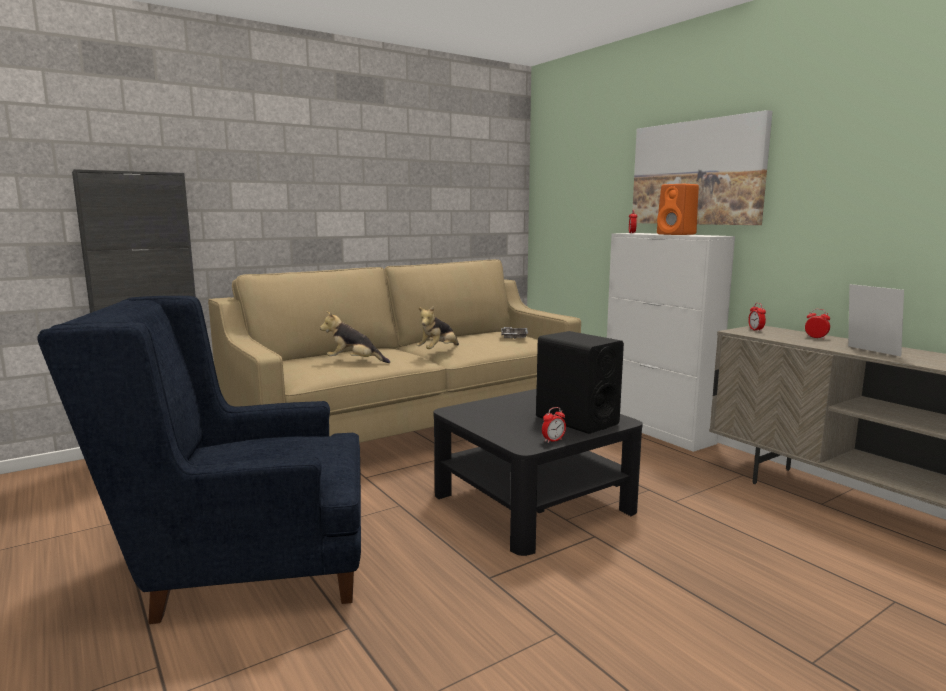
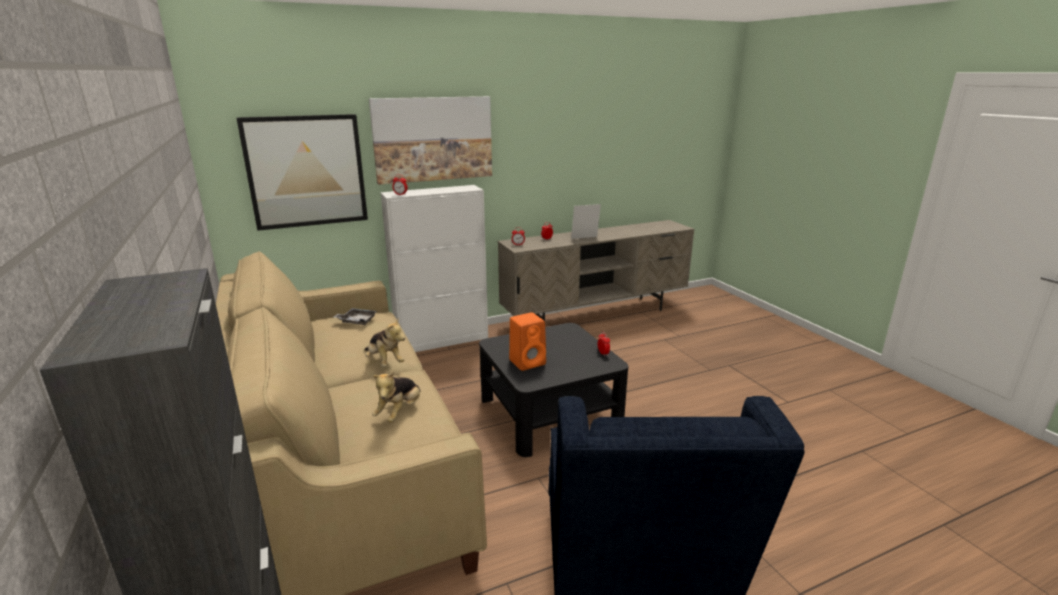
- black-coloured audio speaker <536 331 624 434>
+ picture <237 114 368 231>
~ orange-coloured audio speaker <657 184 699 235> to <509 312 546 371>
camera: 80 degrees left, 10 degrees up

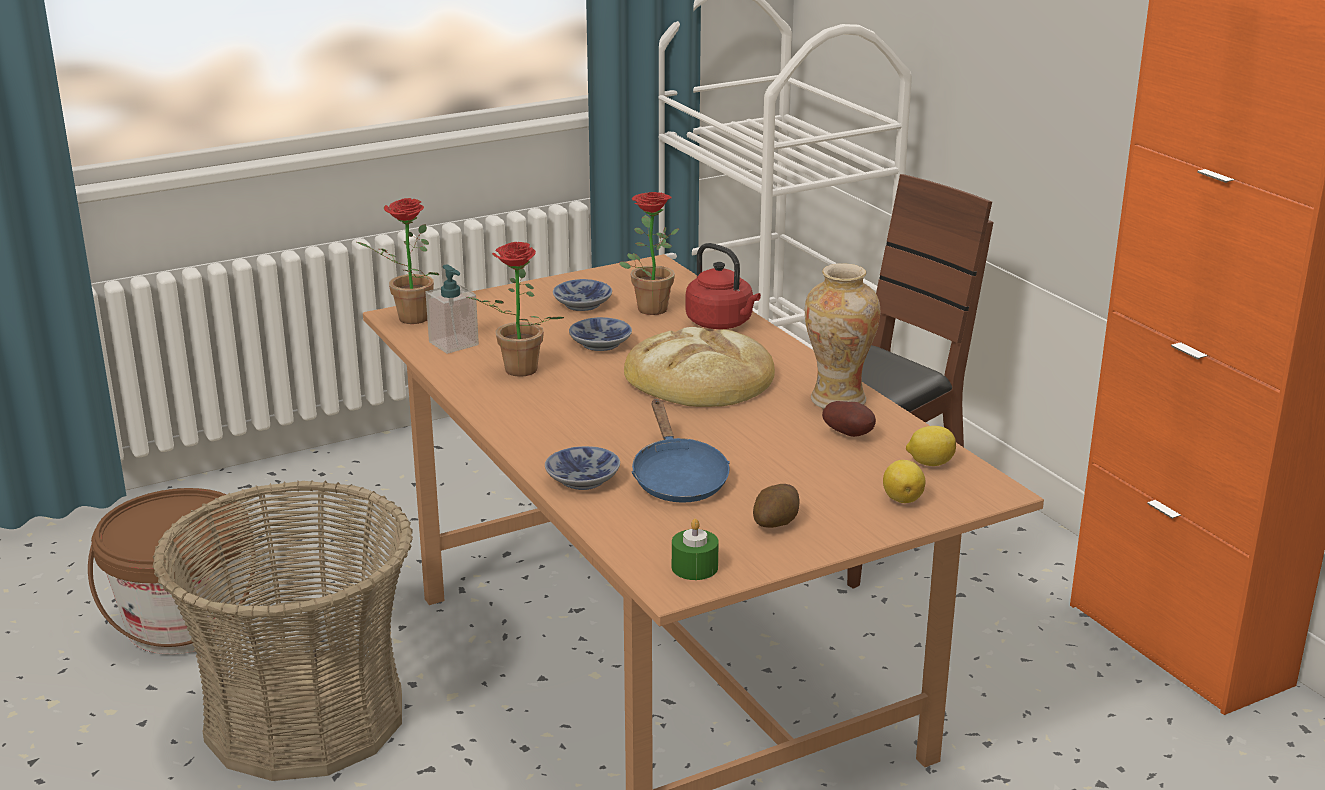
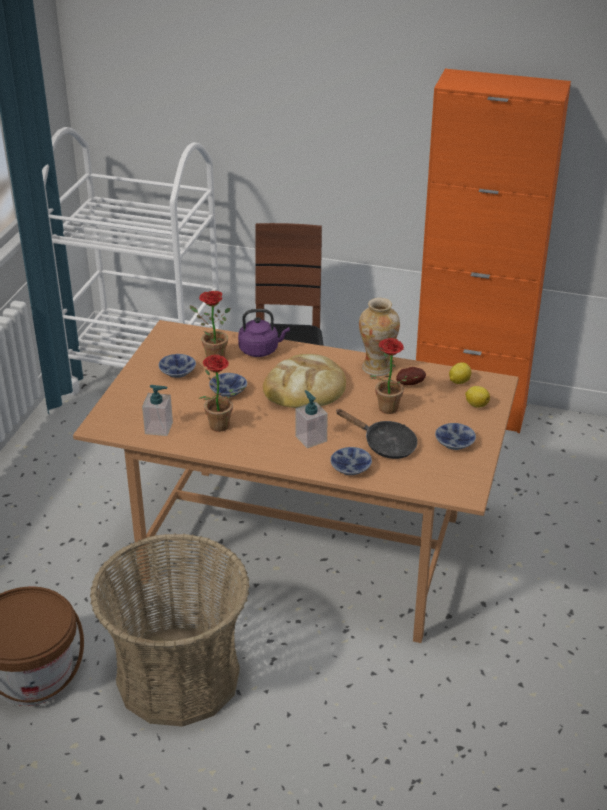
- greenish wax light <672 519 719 580>
+ soap dispenser <295 390 328 448>
~ houseplant <357 198 439 324> to <369 338 418 414>
~ potato <753 484 799 528> to bowl <435 423 476 450>
~ blue-coloured frying pan <632 399 730 503> to black-coloured frying pan <337 409 418 459>
~ red-coloured water kettle <686 243 761 329> to purplish water kettle <238 309 290 357>
camera: 45 degrees left, 10 degrees up

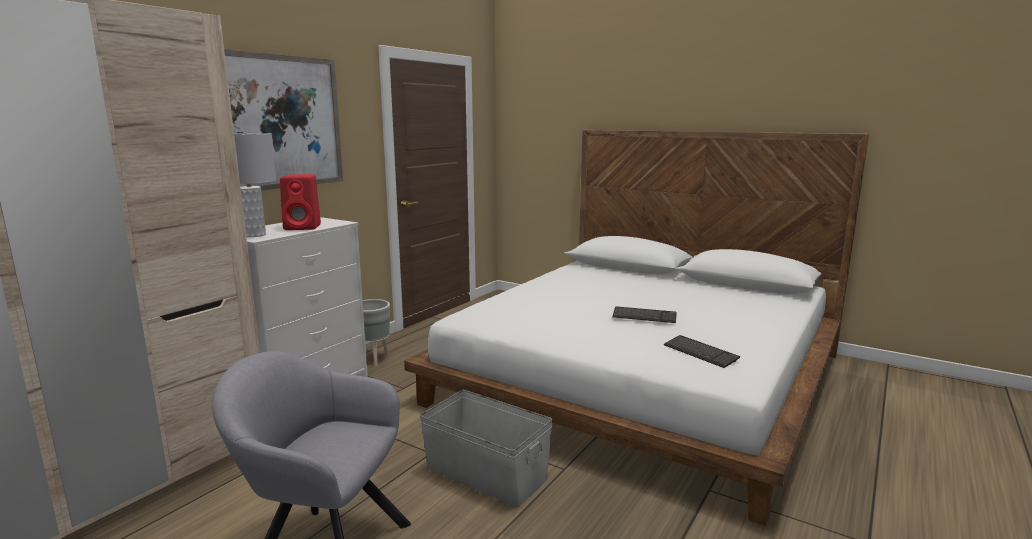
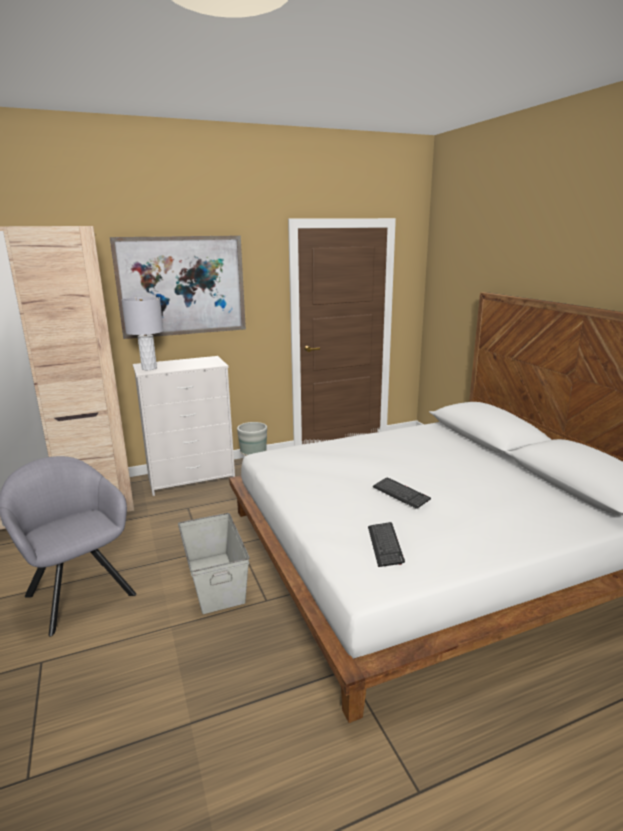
- red-coloured audio speaker <280 174 321 230>
camera: 35 degrees right, 5 degrees up

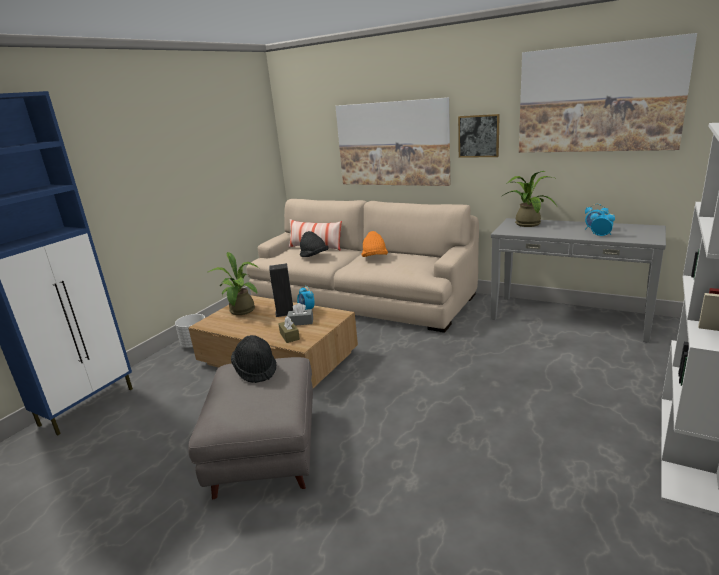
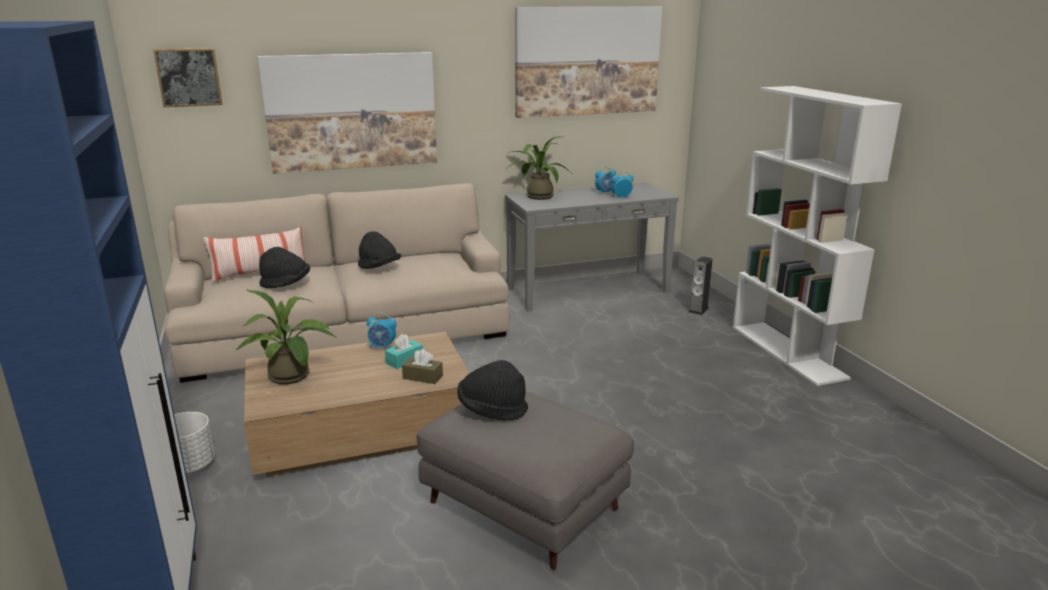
~ audio speaker <269 263 293 317> to <688 256 713 315>
~ picture <458 114 500 158> to <153 48 223 107>
~ gray tissue holder <287 303 313 326> to turquoise tissue holder <385 334 423 369>
~ orange-coloured hat <362 231 388 257> to black-coloured hat <358 231 401 269>
camera: 50 degrees left, 0 degrees up

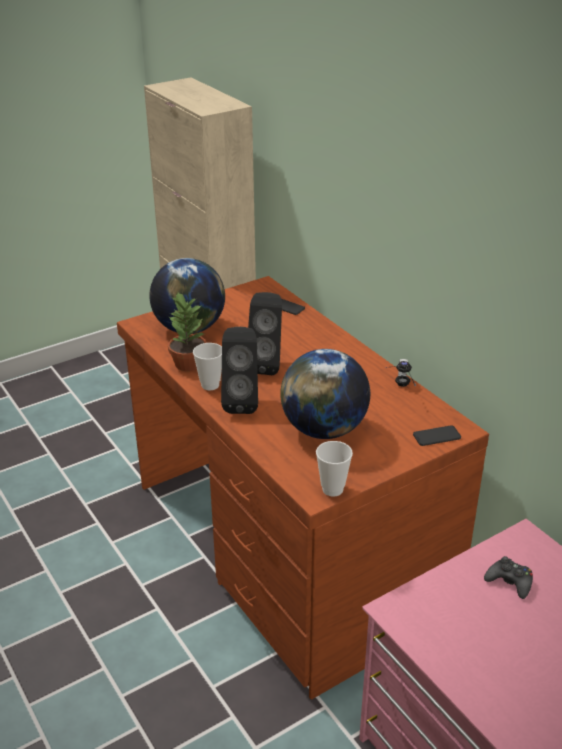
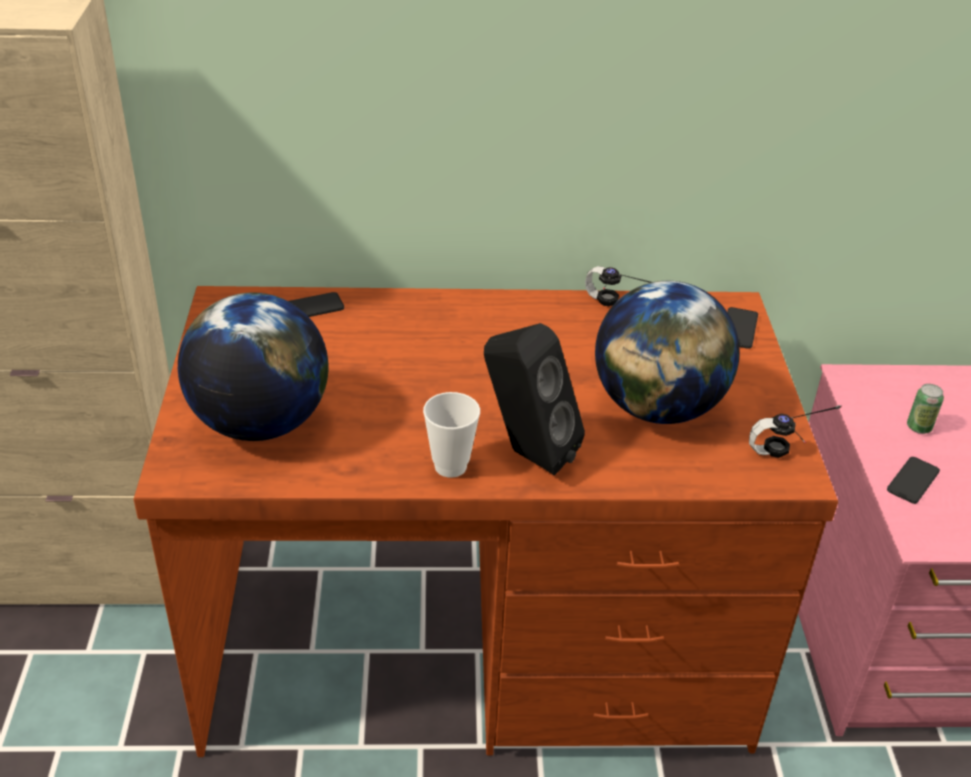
- houseplant <168 292 207 371>
- black-coloured audio speaker <248 292 282 375>
+ phone <887 457 940 504>
~ small cup <316 441 353 497> to headphones <749 405 842 458>
~ black-coloured gamepad <484 556 533 599> to metal can <907 384 944 434>
camera: 60 degrees left, 5 degrees up

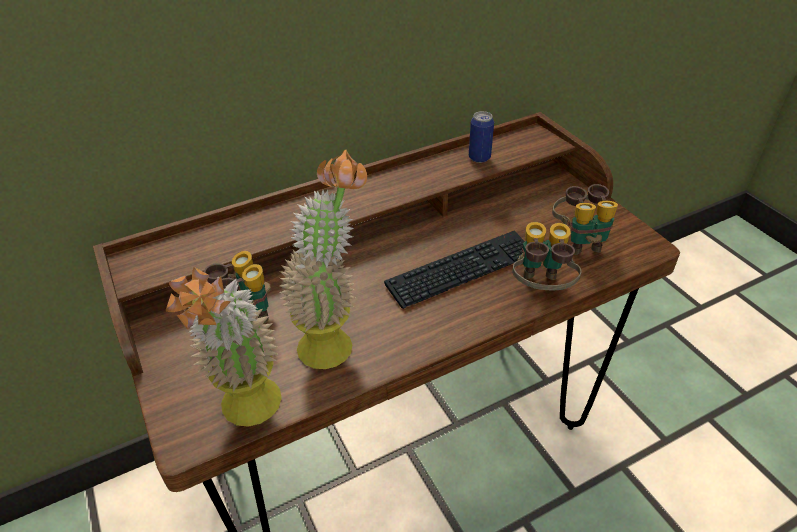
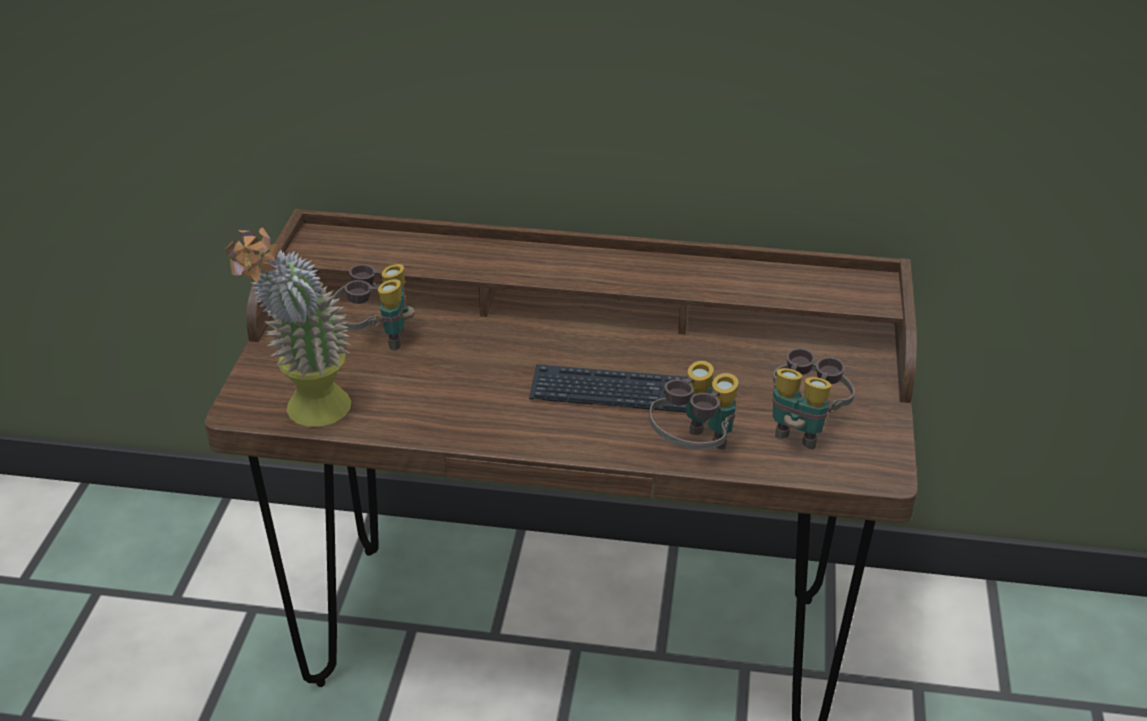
- houseplant <279 150 367 369>
- metal can <469 111 494 163>
camera: 35 degrees right, 5 degrees down

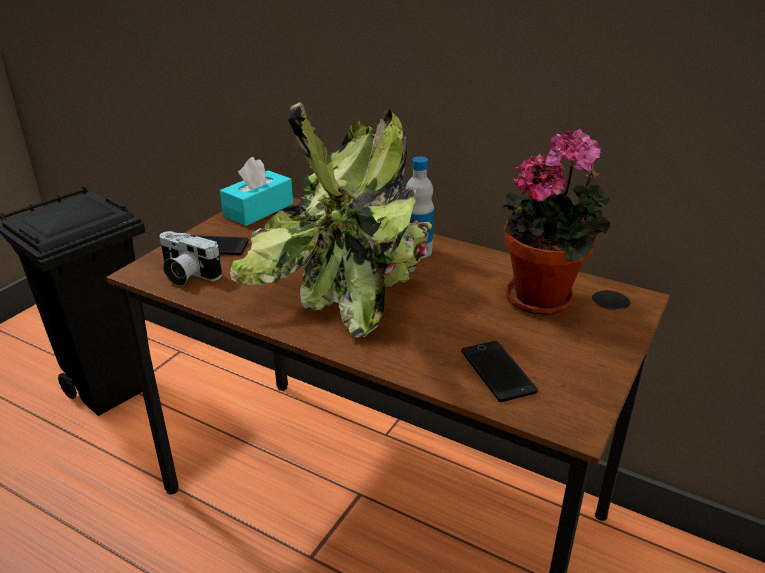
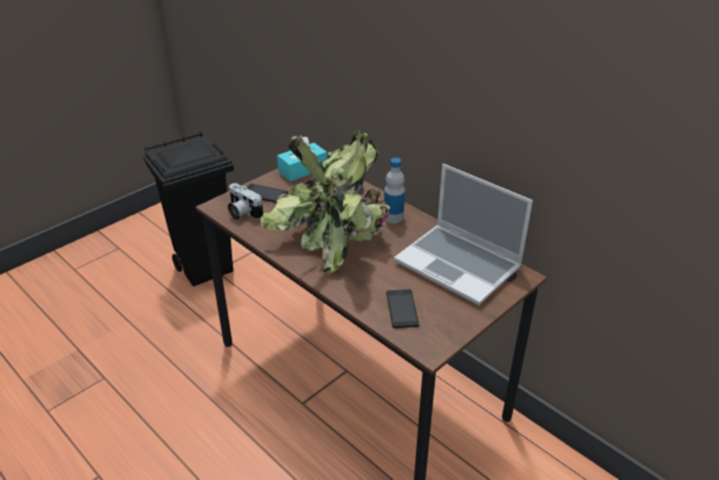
~ houseplant <502 129 610 315> to notebook computer <394 164 533 305>
camera: 15 degrees right, 5 degrees up

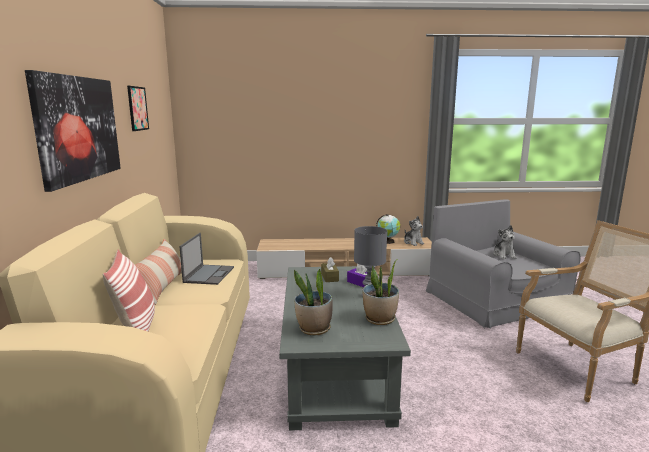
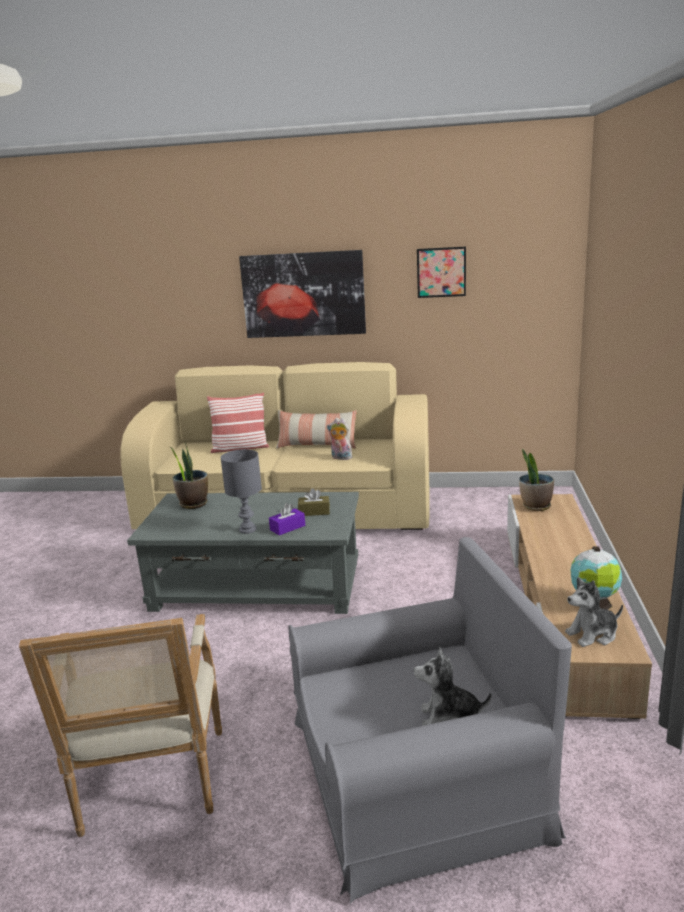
~ houseplant <362 259 399 325> to <519 449 554 511>
~ notebook computer <179 233 234 285> to soft toy <327 418 353 460>
camera: 100 degrees right, 5 degrees up

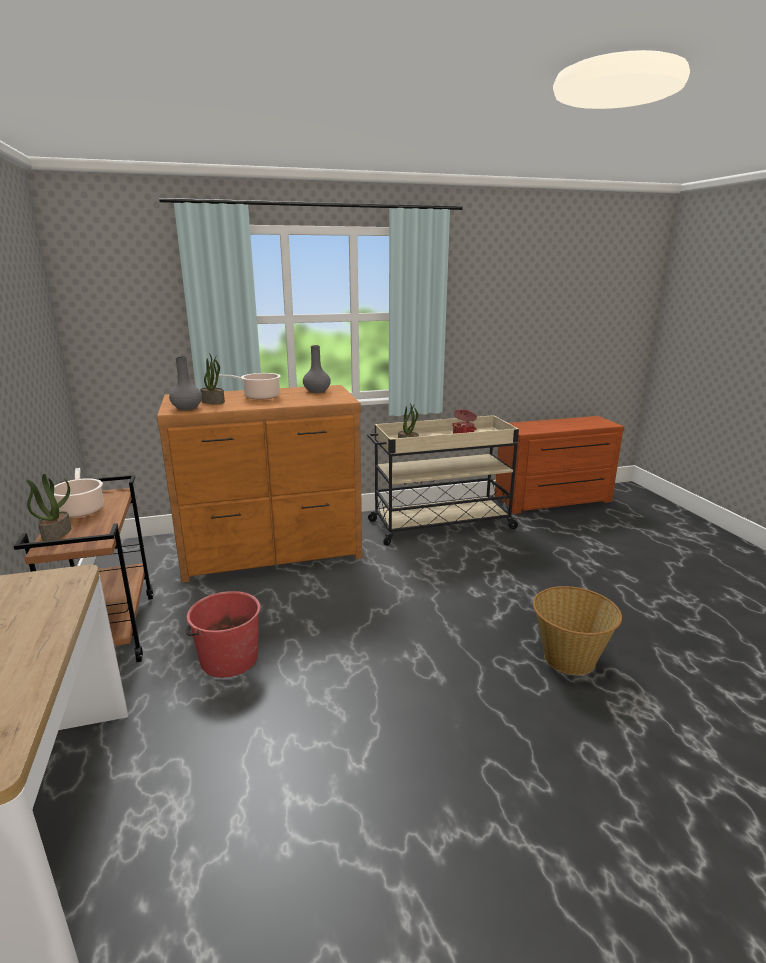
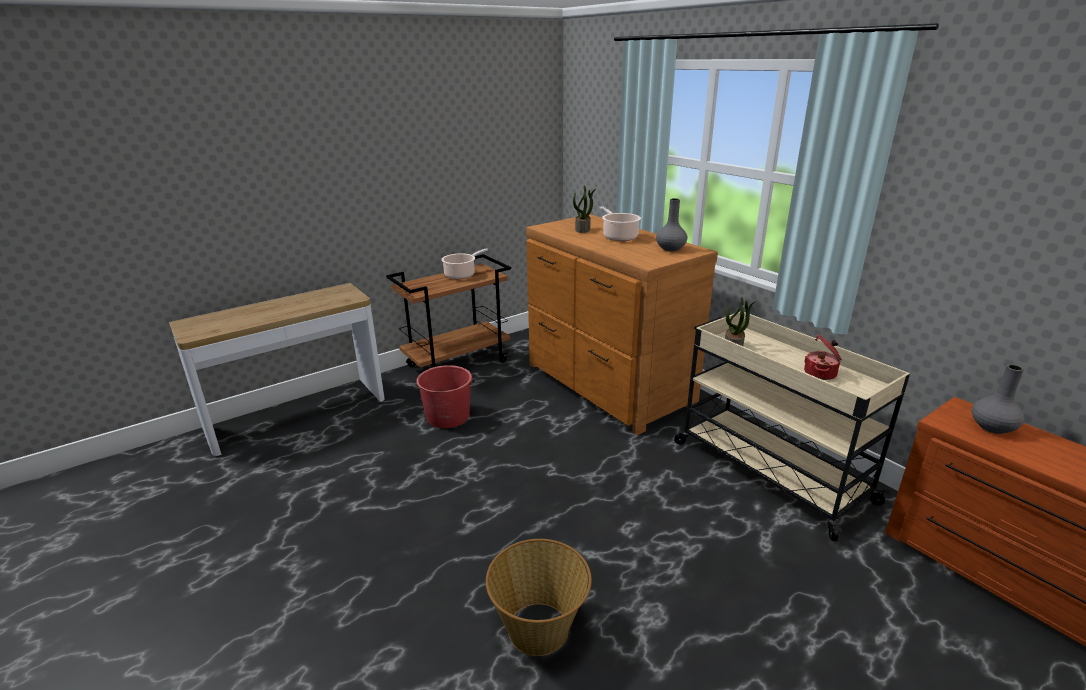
- houseplant <26 474 71 541>
~ gray decorative vase <169 356 202 410> to <972 364 1024 434>
camera: 70 degrees right, 5 degrees up

